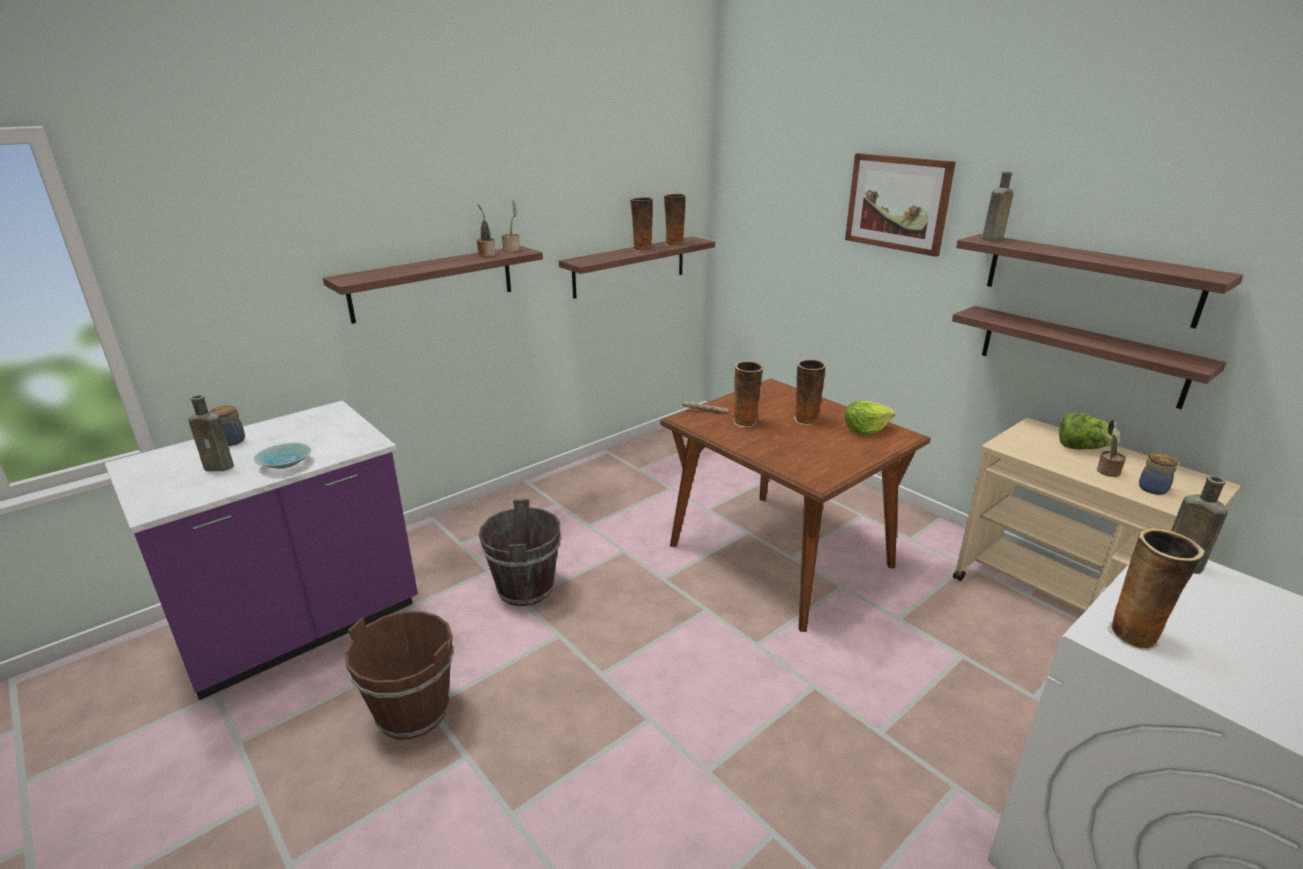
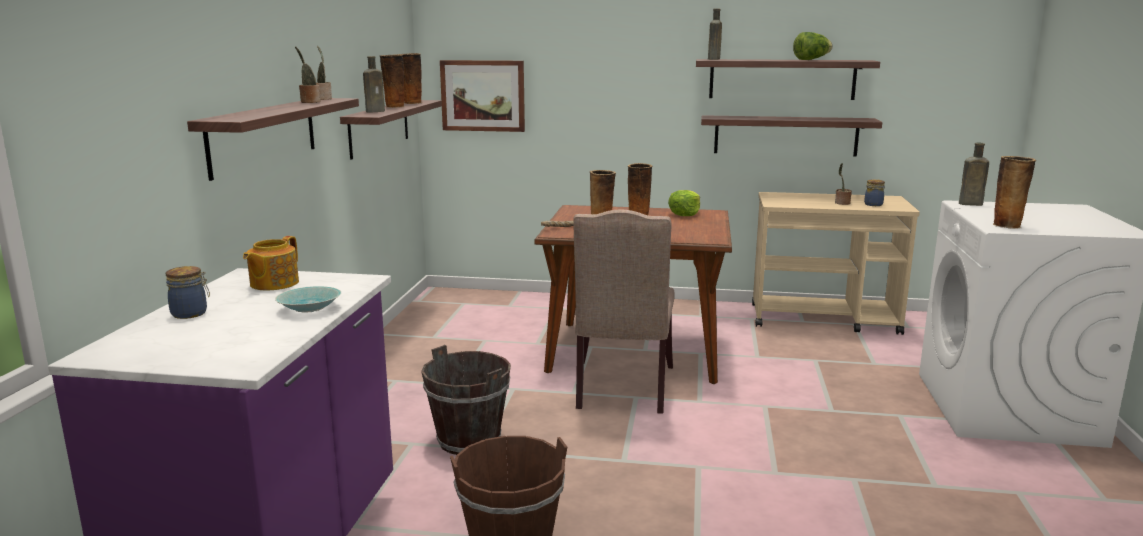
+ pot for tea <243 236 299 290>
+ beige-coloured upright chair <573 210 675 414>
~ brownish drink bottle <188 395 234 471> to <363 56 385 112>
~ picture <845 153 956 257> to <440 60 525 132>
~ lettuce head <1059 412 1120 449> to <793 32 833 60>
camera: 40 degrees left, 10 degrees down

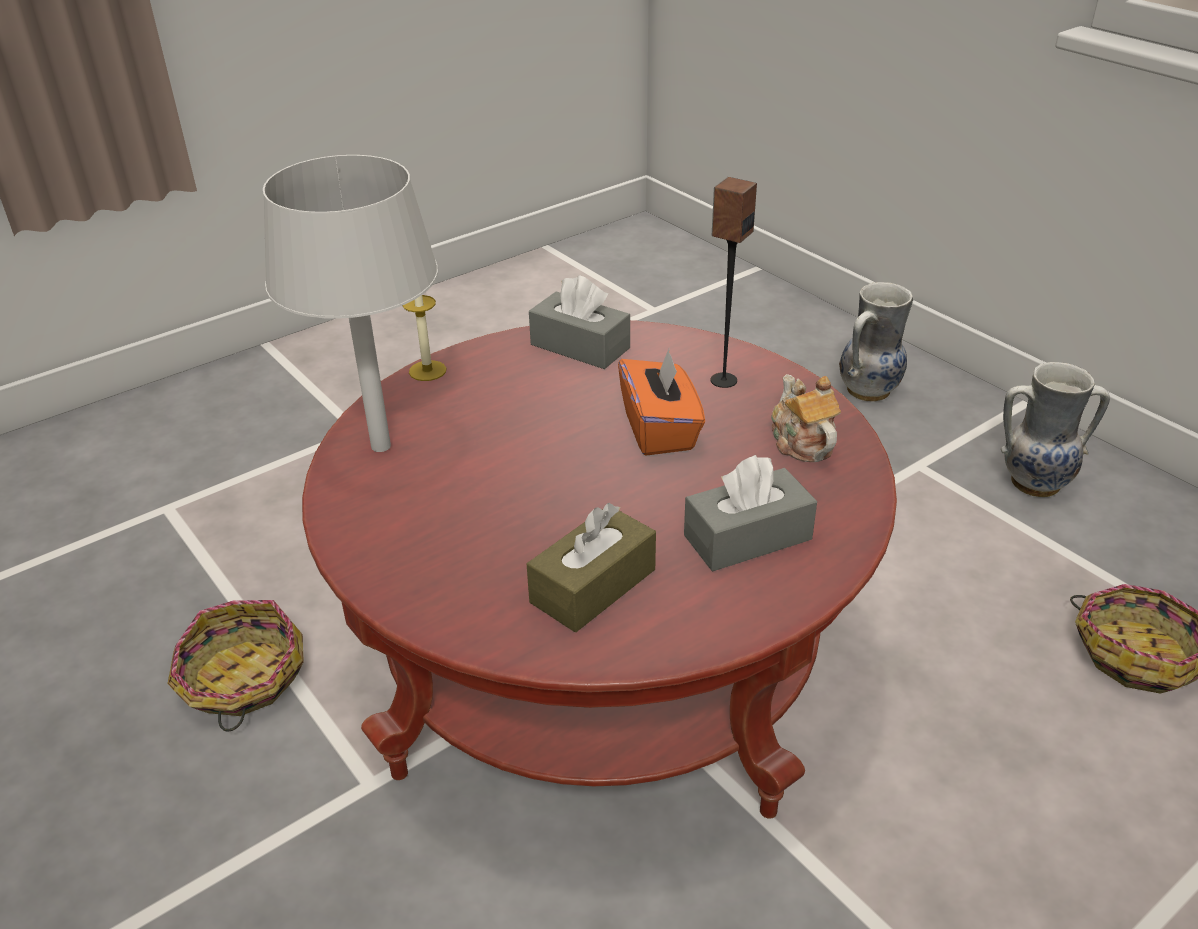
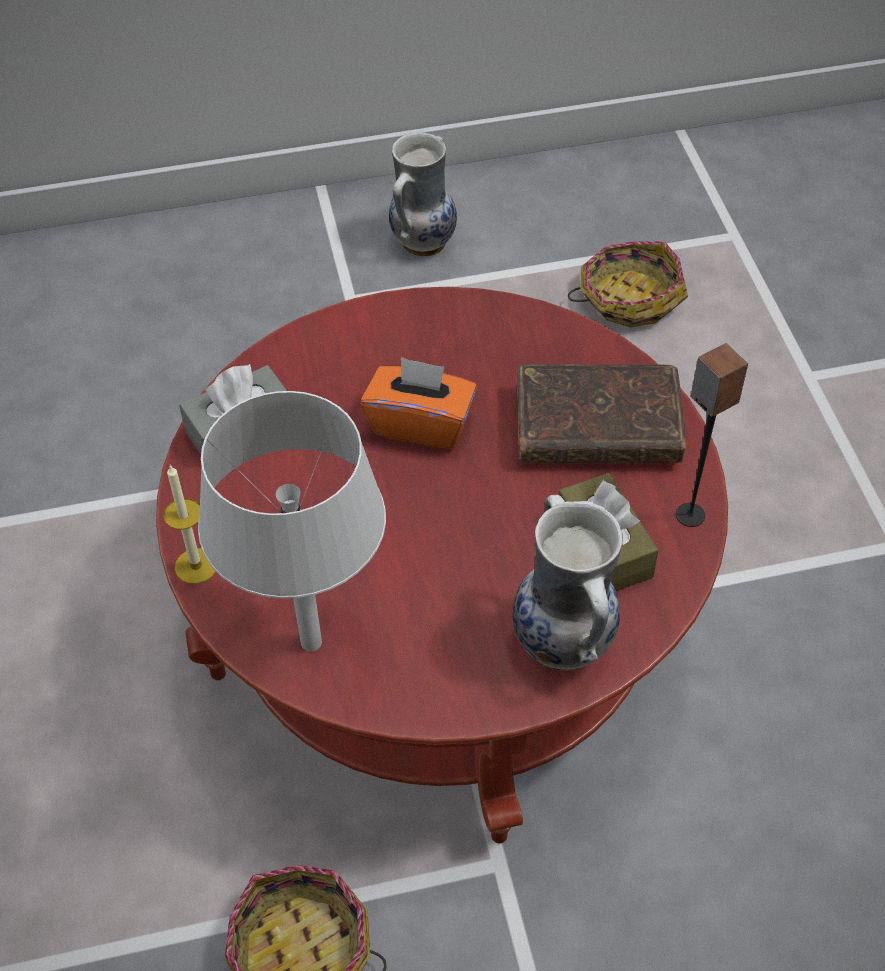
- pot for tea <771 374 841 462>
~ audio speaker <711 177 757 388> to <676 343 748 527>
~ decorative vase <839 282 913 402> to <512 494 623 671>
~ gray tissue holder <684 455 817 571> to brownish bound book <517 364 686 463>
camera: 65 degrees left, 15 degrees up

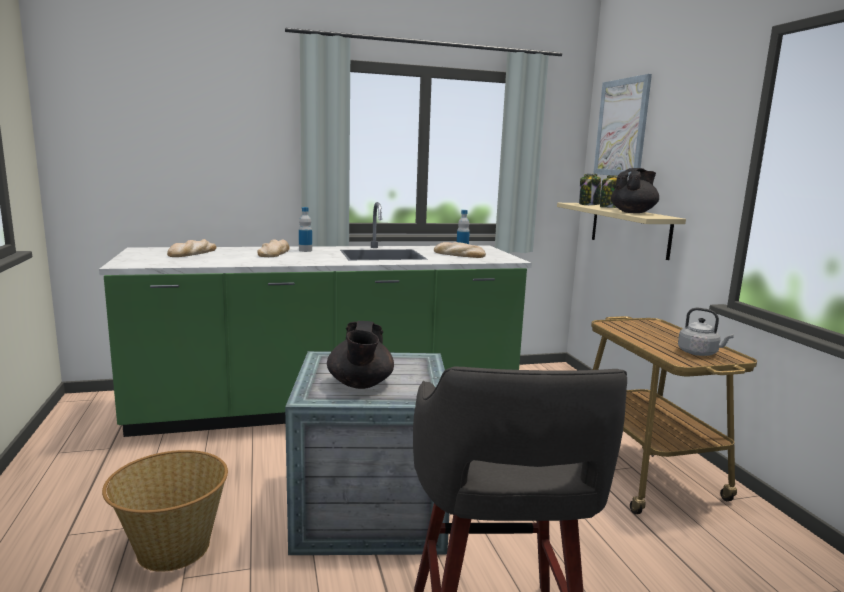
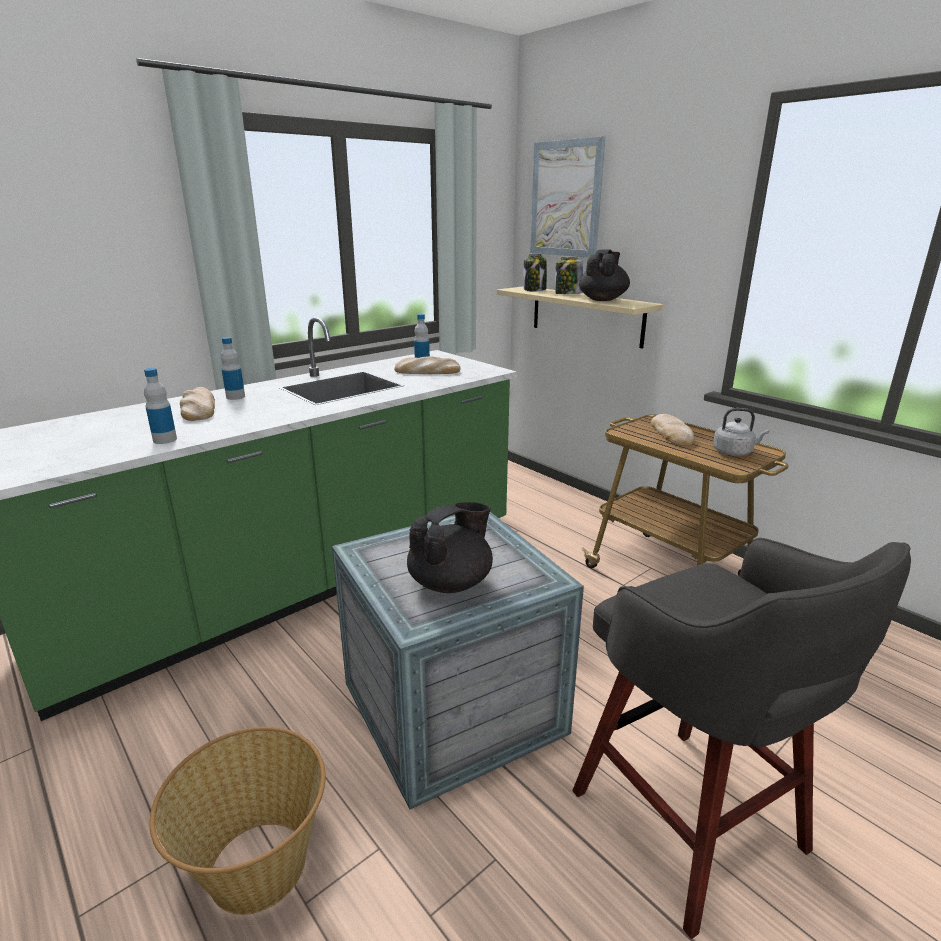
+ drink bottle <144 368 177 444>
~ bakery bread <167 239 216 257> to <651 414 694 446>
~ black-coloured pot for tea <327 321 394 389> = <407 502 493 593> 105 degrees counterclockwise
camera: 25 degrees left, 10 degrees up

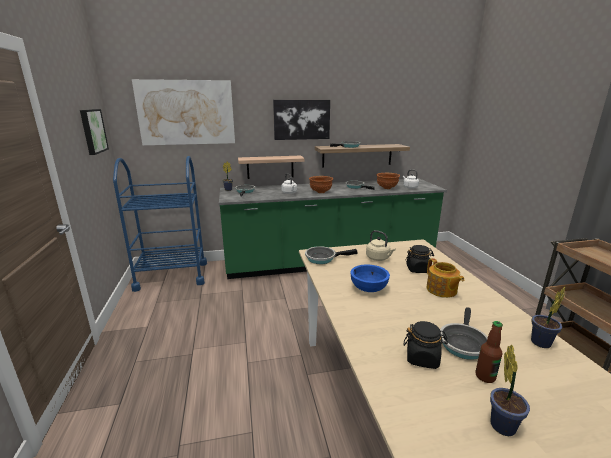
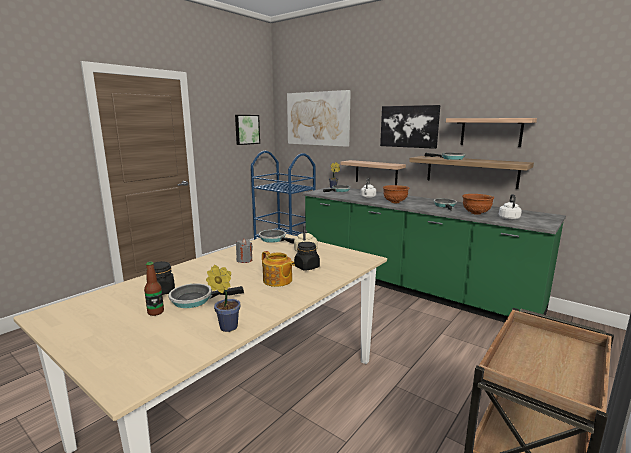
- houseplant <490 345 530 436>
+ wall shelf <446 118 537 147>
~ blue-coloured bowl <351 264 390 292> to gray wax light <236 239 253 263>
~ pot for tea <426 258 464 298> = <262 251 295 287> 75 degrees counterclockwise
camera: 50 degrees right, 5 degrees down

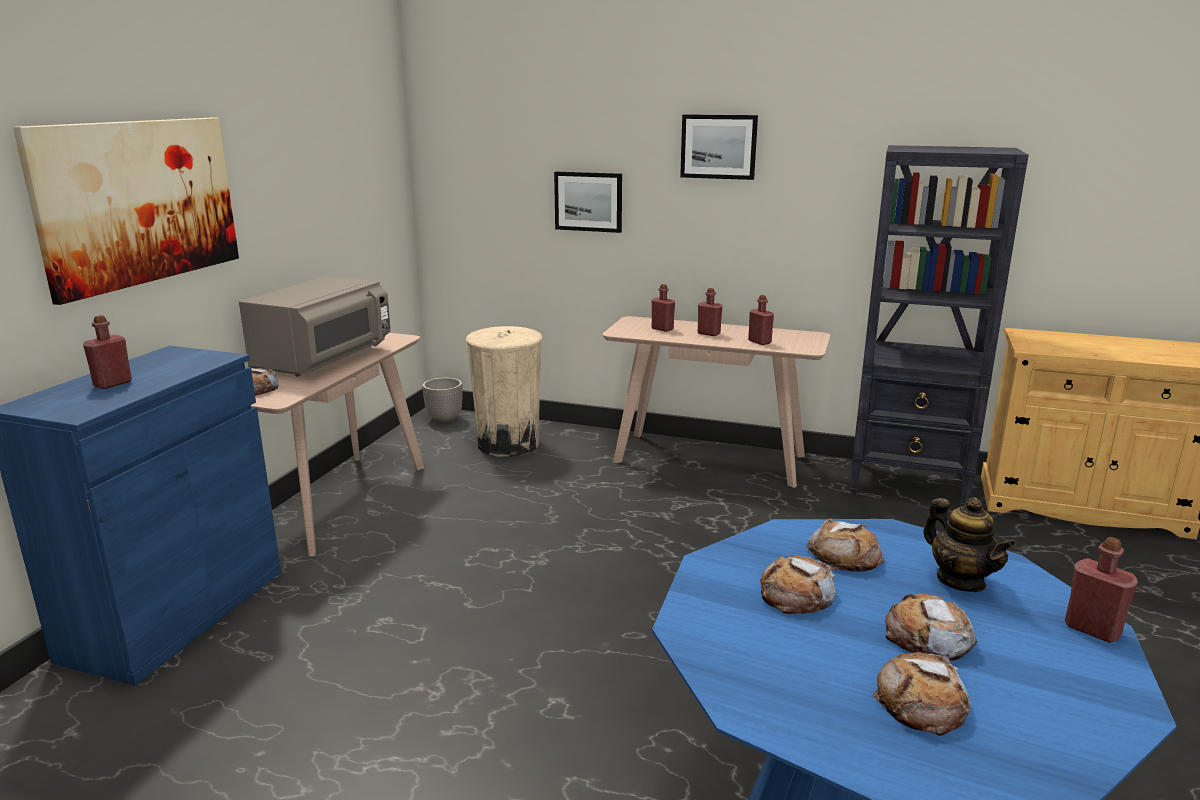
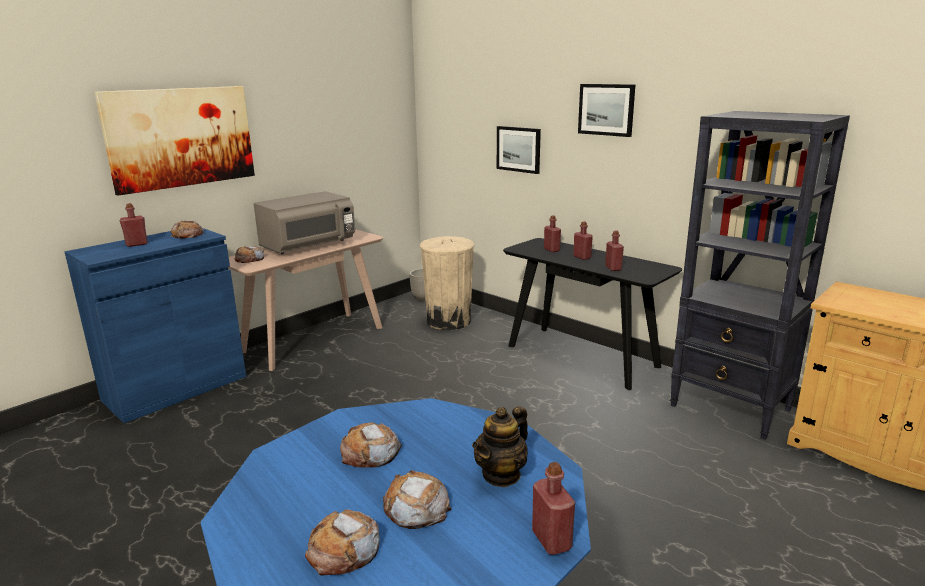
~ bakery bread <806 519 885 572> to <170 221 204 239>
~ beige-coloured console table <602 316 831 488> to black-coloured console table <503 238 682 390>
~ pot for tea <923 498 1016 592> = <472 406 528 487> 45 degrees clockwise
camera: 25 degrees right, 0 degrees up

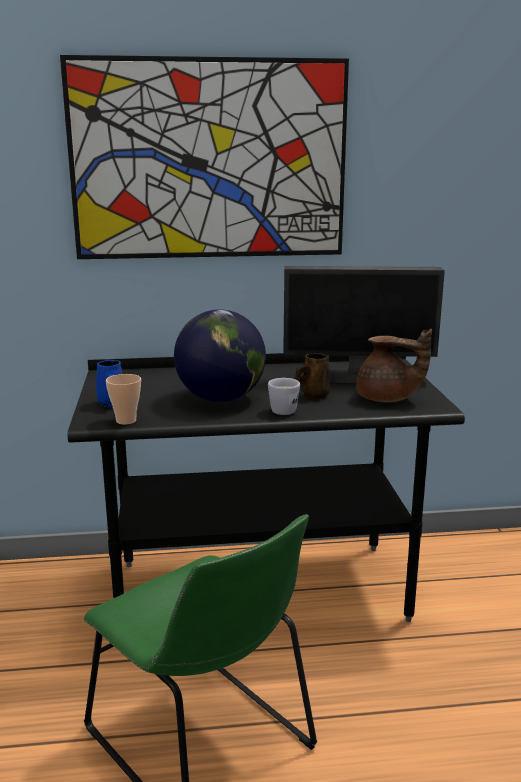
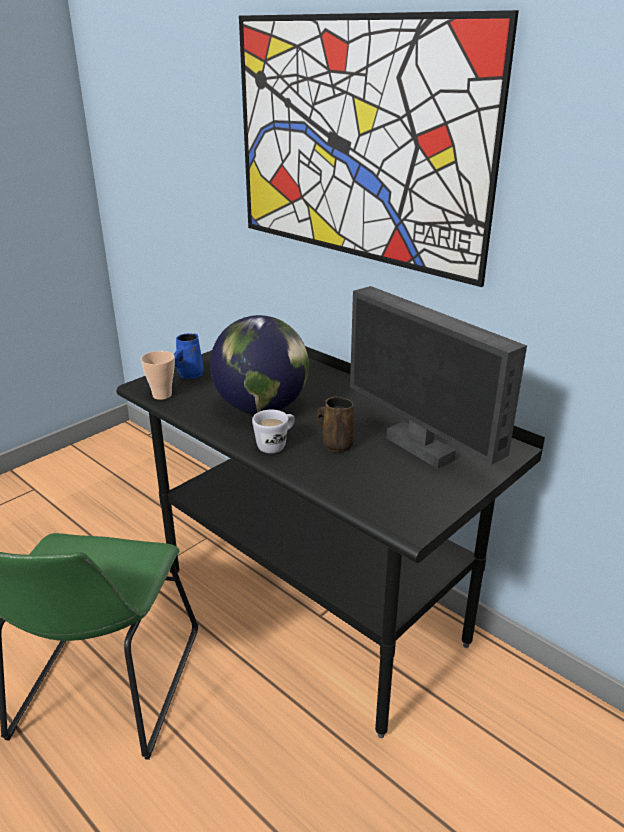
- brownish pot for tea <356 329 432 403>
camera: 50 degrees right, 10 degrees up

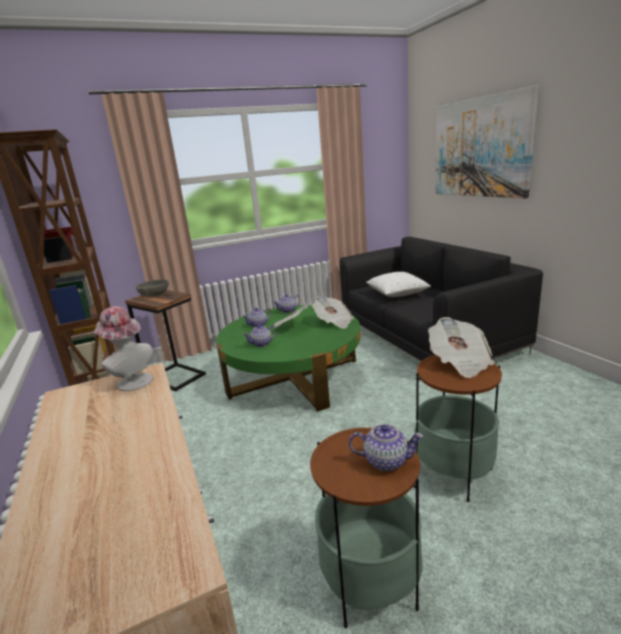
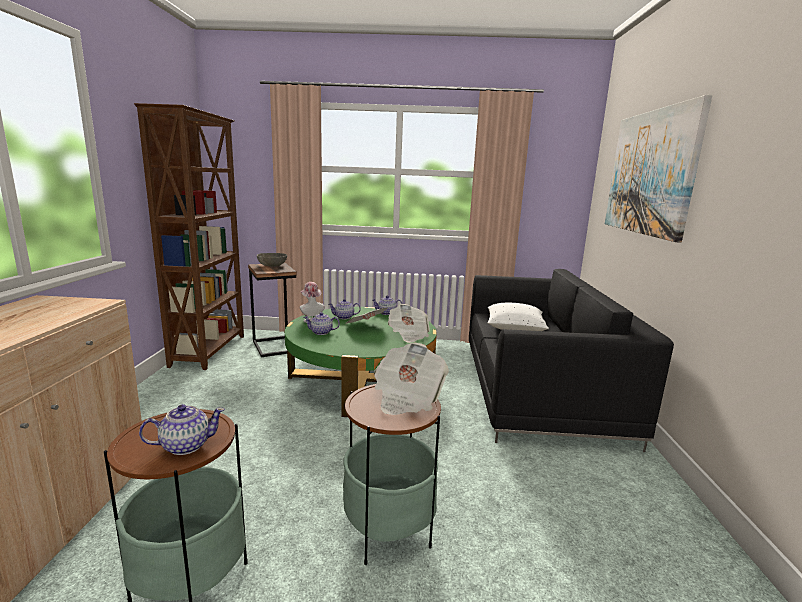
~ hat <94 306 153 391> to <299 282 325 323>
~ pot for tea <349 424 423 471> = <139 404 225 455> 60 degrees counterclockwise
camera: 25 degrees right, 5 degrees down

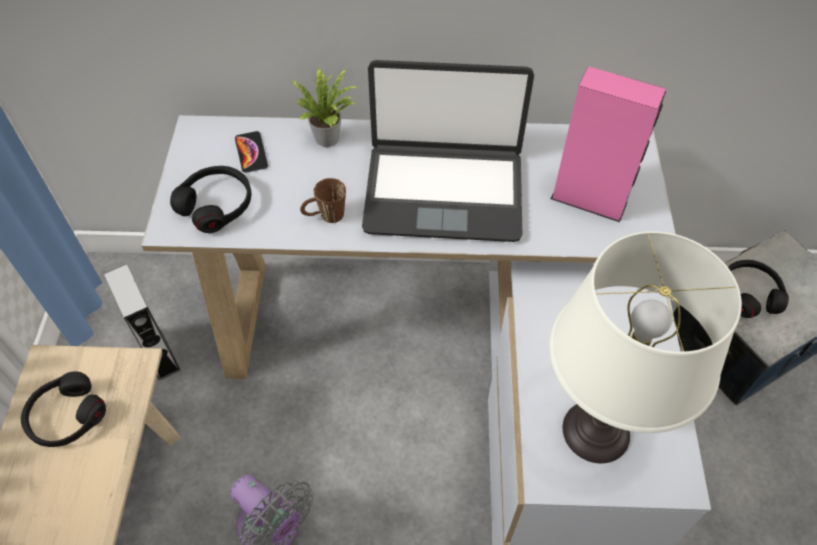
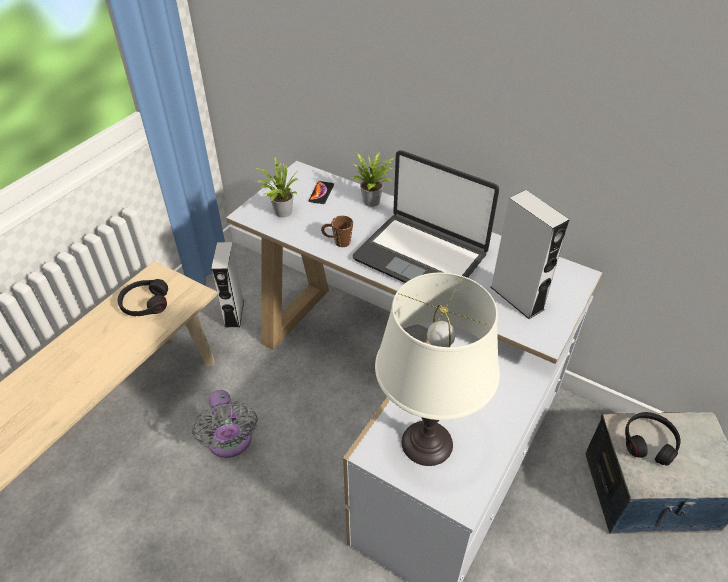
~ black-coloured headphones <170 166 251 233> to houseplant <256 157 297 217>
~ pink audio speaker <551 66 666 222> to gray audio speaker <491 190 570 319>
camera: 30 degrees right, 10 degrees down

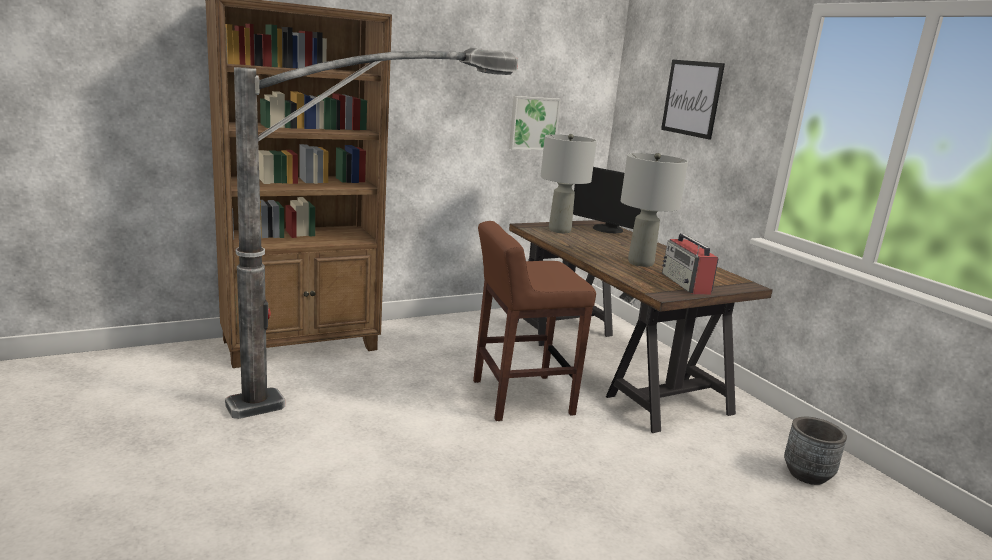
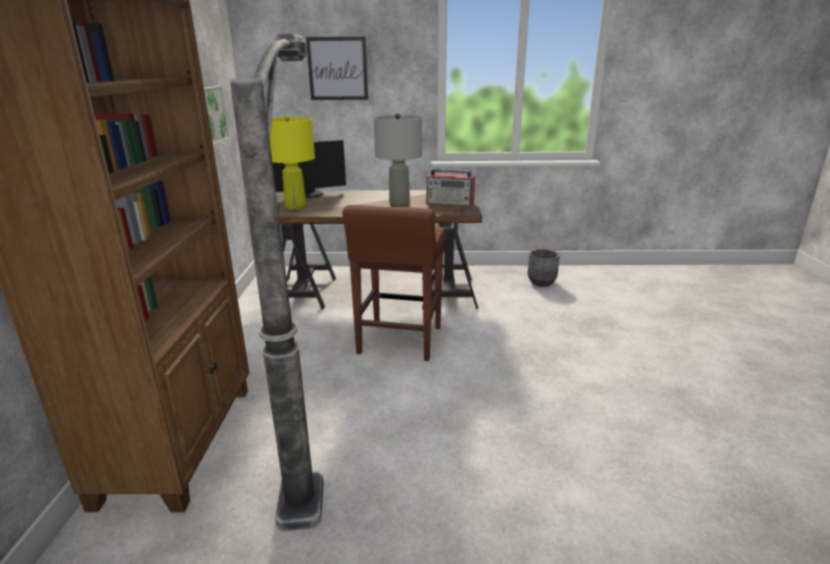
~ gray tabletop lamp <541 134 597 233> to yellow tabletop lamp <270 115 315 210>
camera: 60 degrees left, 5 degrees up

